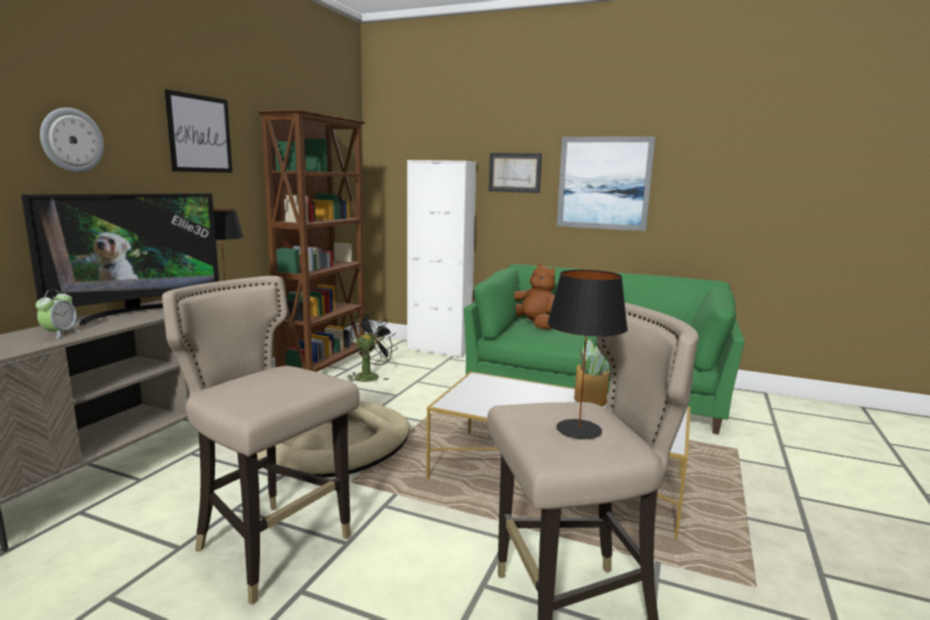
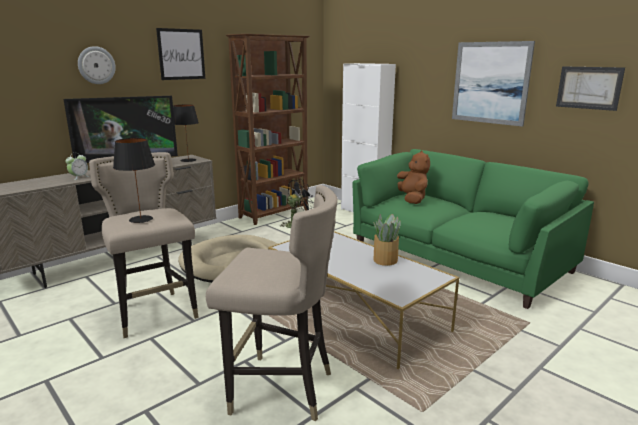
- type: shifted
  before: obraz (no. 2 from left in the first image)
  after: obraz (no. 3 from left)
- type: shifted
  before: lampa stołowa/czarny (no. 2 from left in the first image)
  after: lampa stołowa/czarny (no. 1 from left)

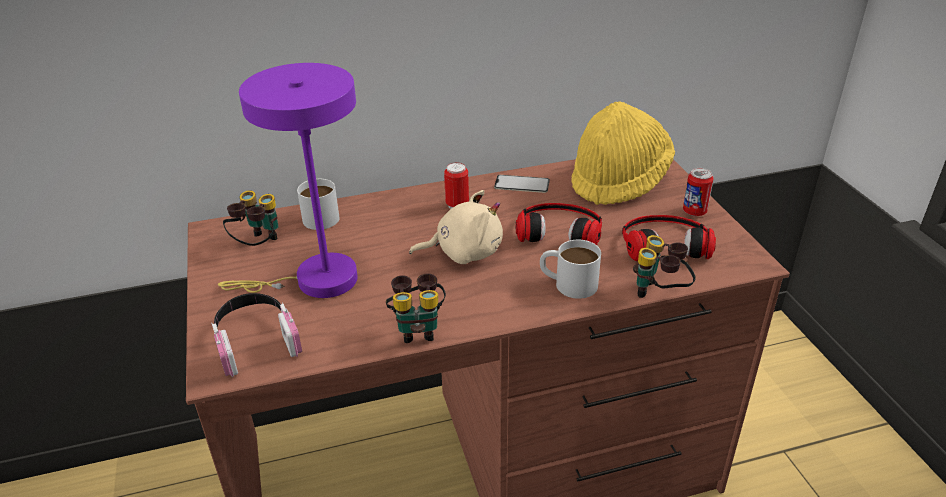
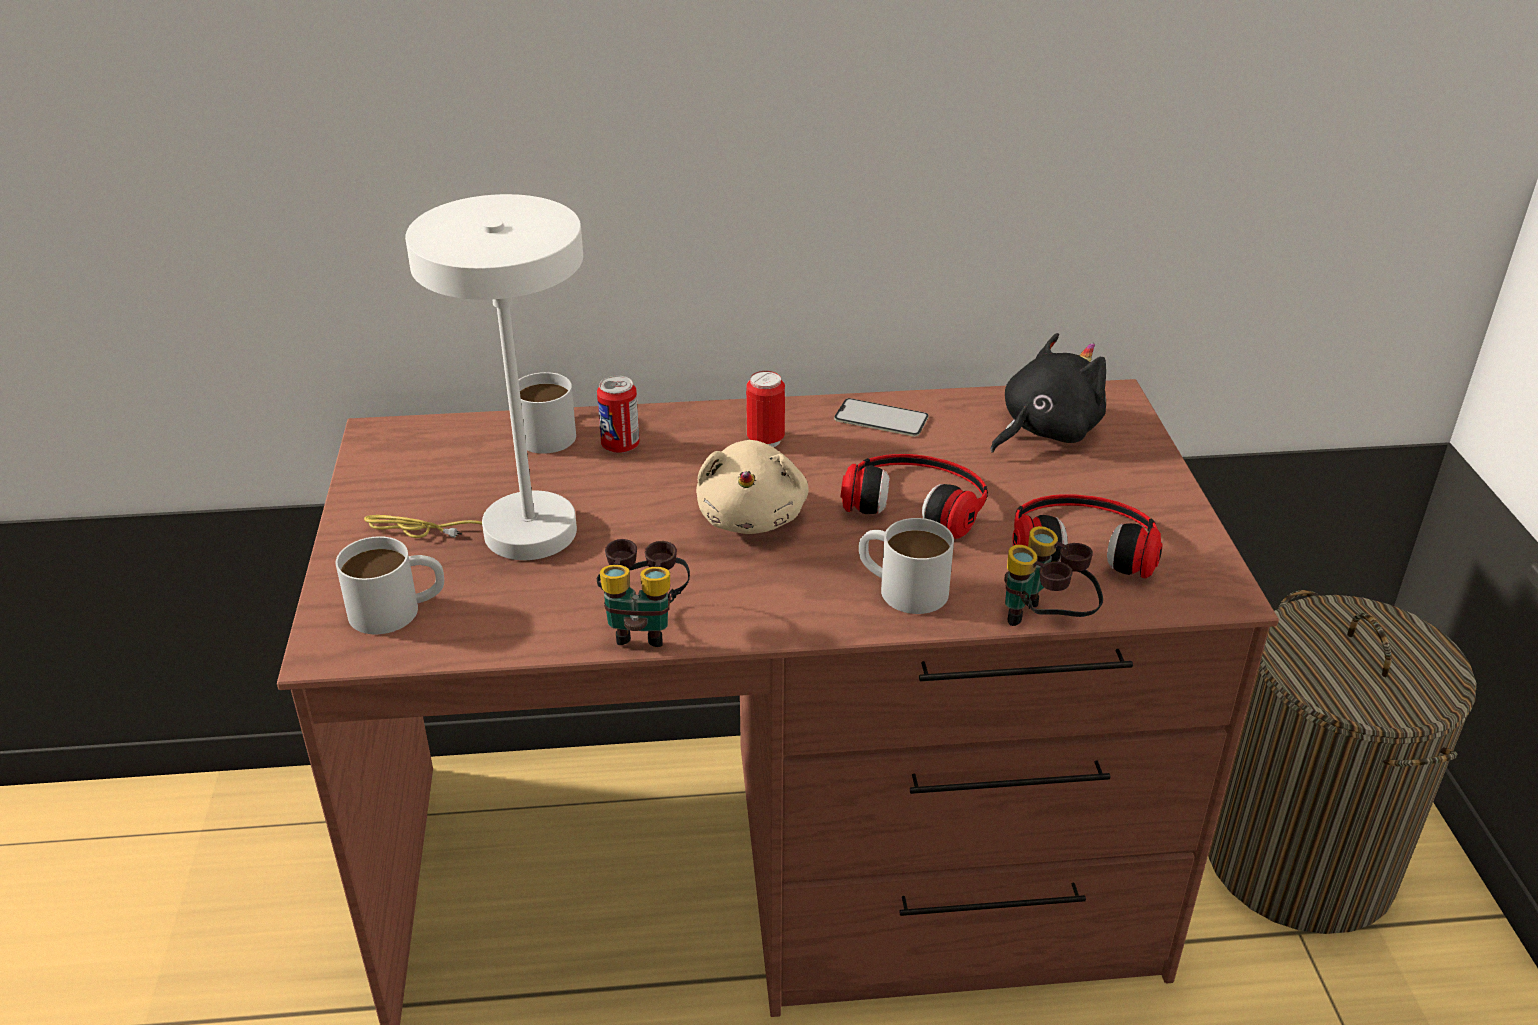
- type: swapped
  before: słuchawki (no. 1 from left)
  after: kubek/biały (no. 1 from left)
- type: repainted
  before: lampa stołowa/fioletowy
  after: lampa stołowa/biały
- type: gone
  before: lornetka (no. 1 from left)
- type: rotated
  before: pluszak/beżowy
  turn: 90
- type: swapped
  before: kapelusz/żółty
  after: pluszak/czarny
- type: shifted
  before: puszka (no. 2 from left in the first image)
  after: puszka (no. 1 from left)
- type: new
  after: kosz na pranie

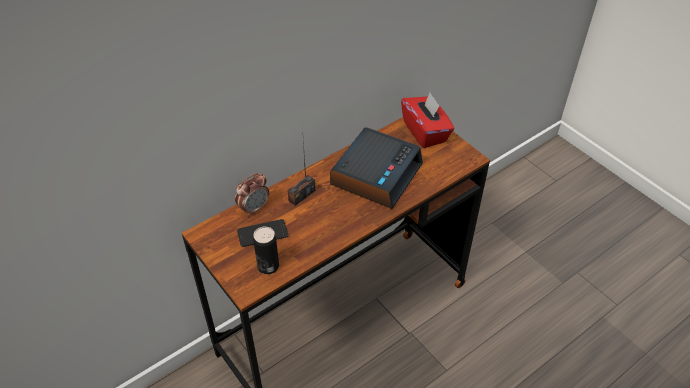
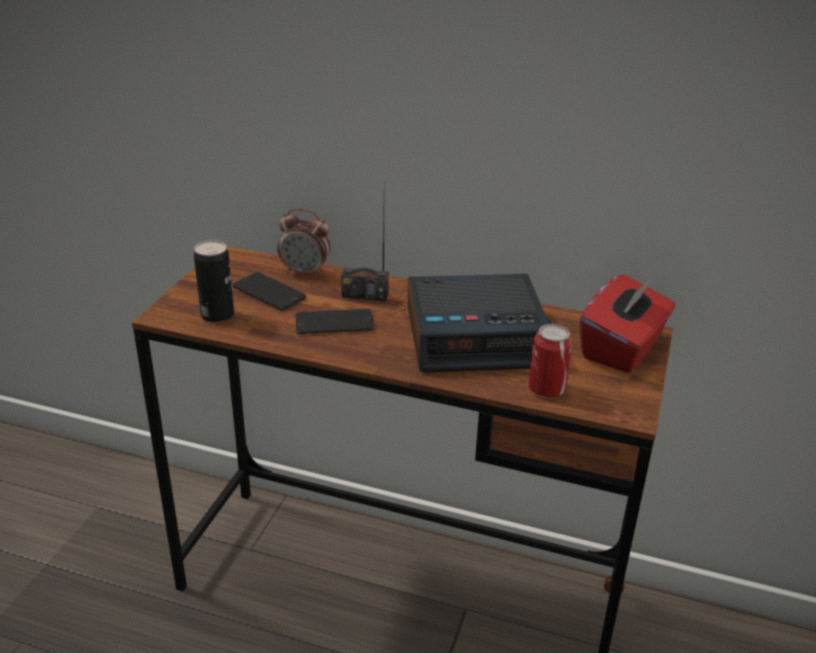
- type: new
  after: telefon (no. 2 from left)
- type: new
  after: puszka (no. 2 from left)

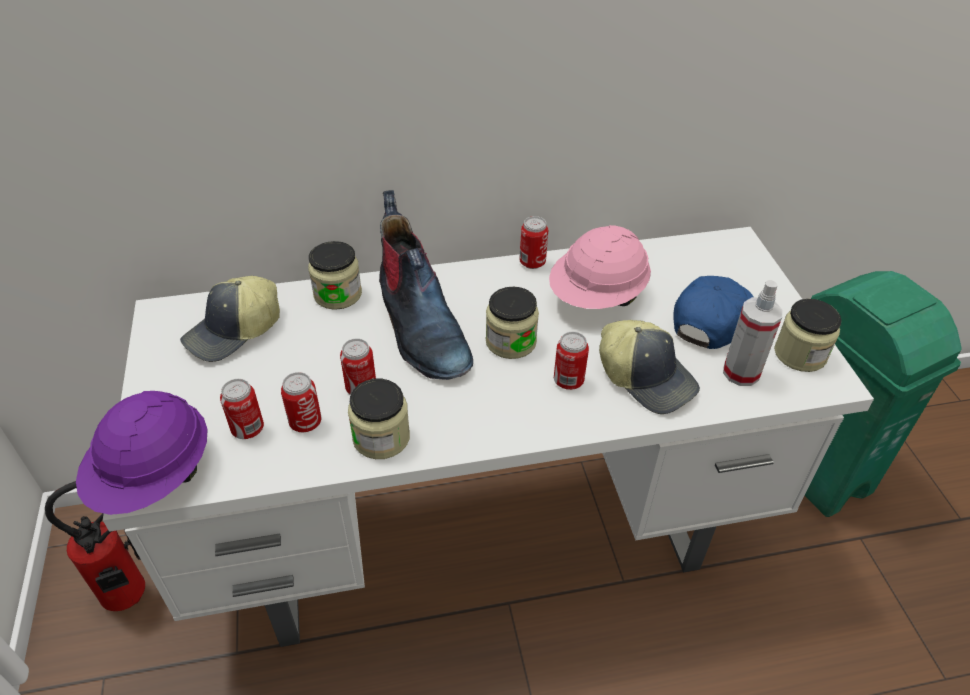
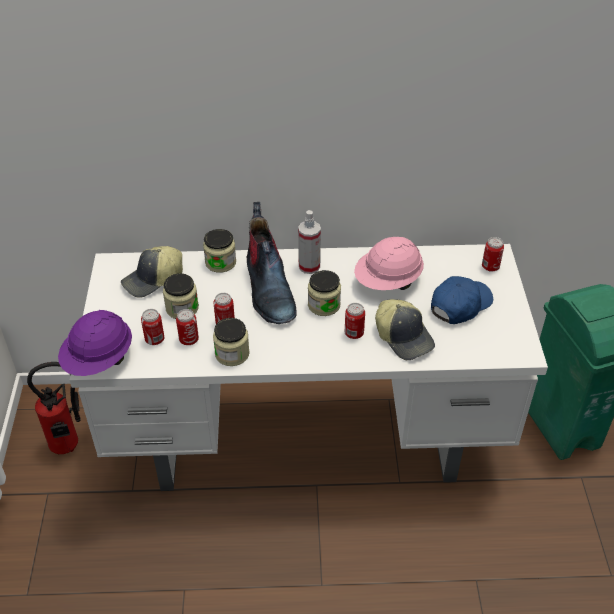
- type: shifted
  before: puszka (no. 4 from left in the first image)
  after: puszka (no. 5 from left)
- type: shifted
  before: spryskiwacz
- type: shifted
  before: słoik (no. 4 from left in the first image)
  after: słoik (no. 1 from left)

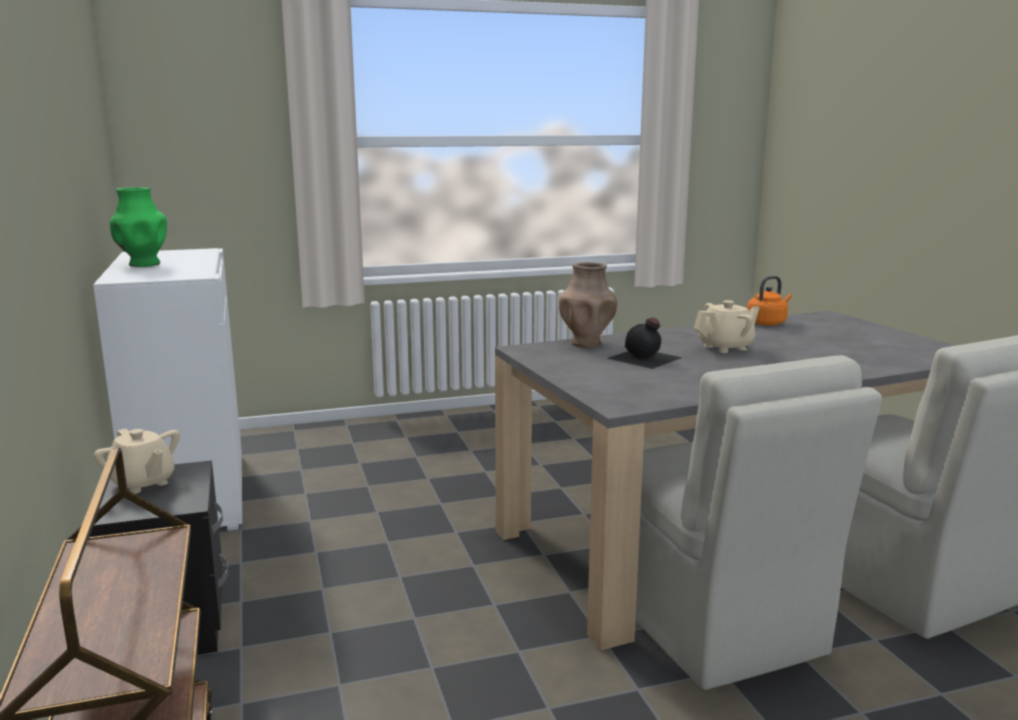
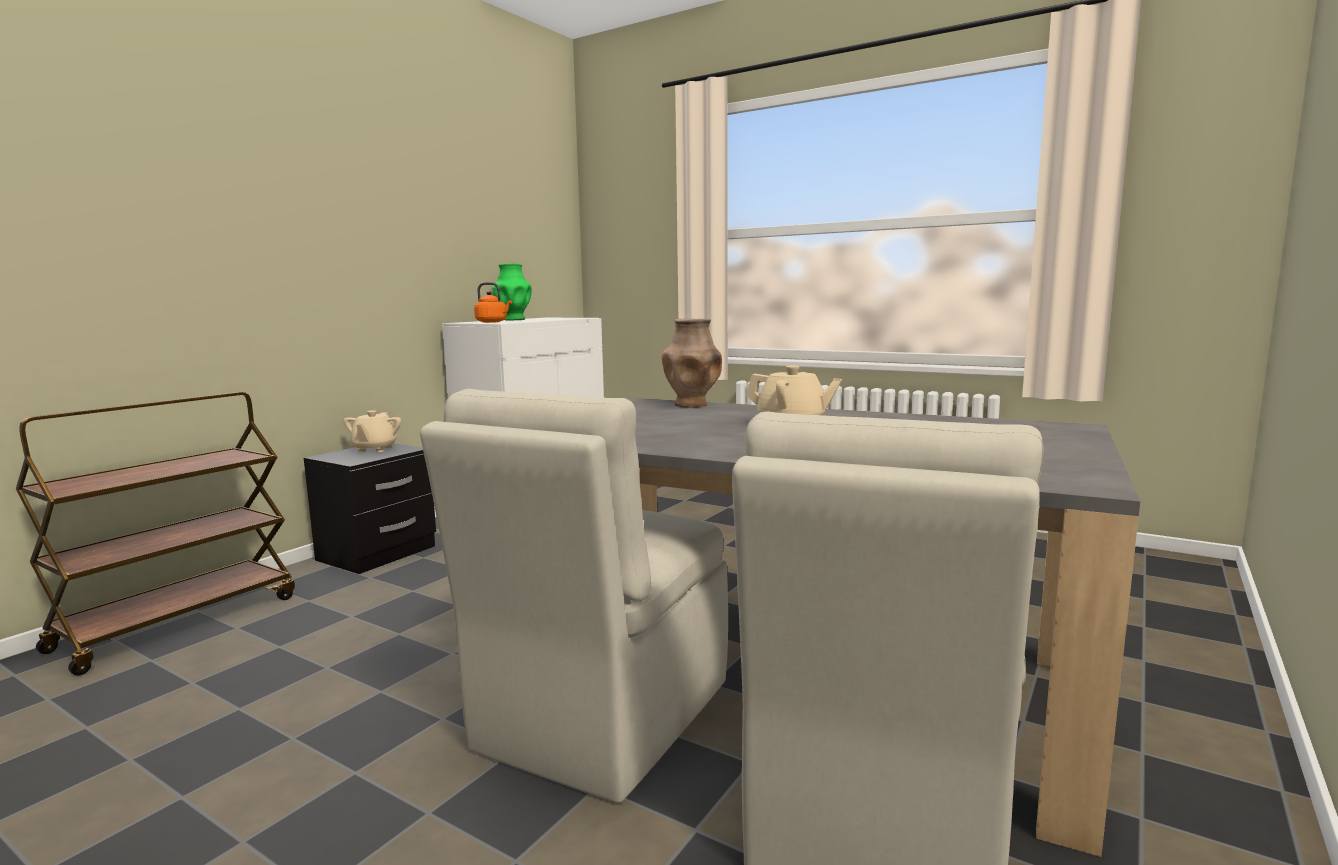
- type: gone
  before: butelka/czarny
- type: shifted
  before: czajnik/pomarańczowy

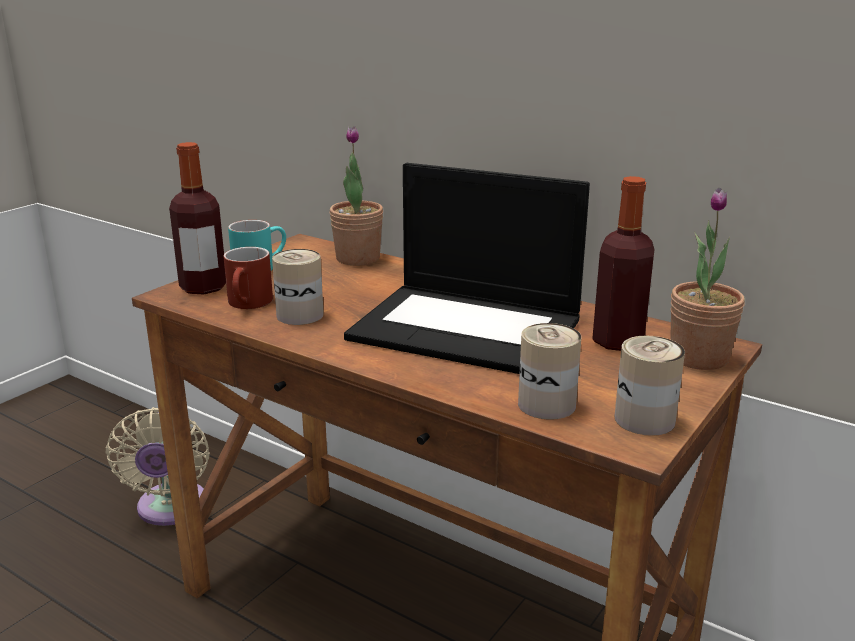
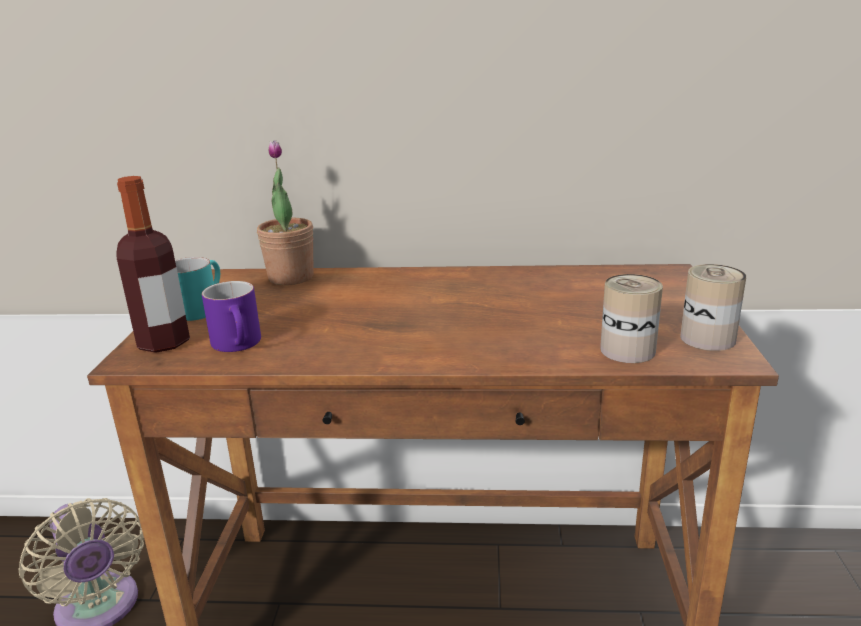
- type: repainted
  before: kubek/czerwony
  after: kubek/fioletowy
- type: gone
  before: puszka (no. 1 from left)
- type: gone
  before: laptop
- type: gone
  before: butelka (no. 2 from left)
- type: gone
  before: roślina doniczkowa (no. 2 from left)

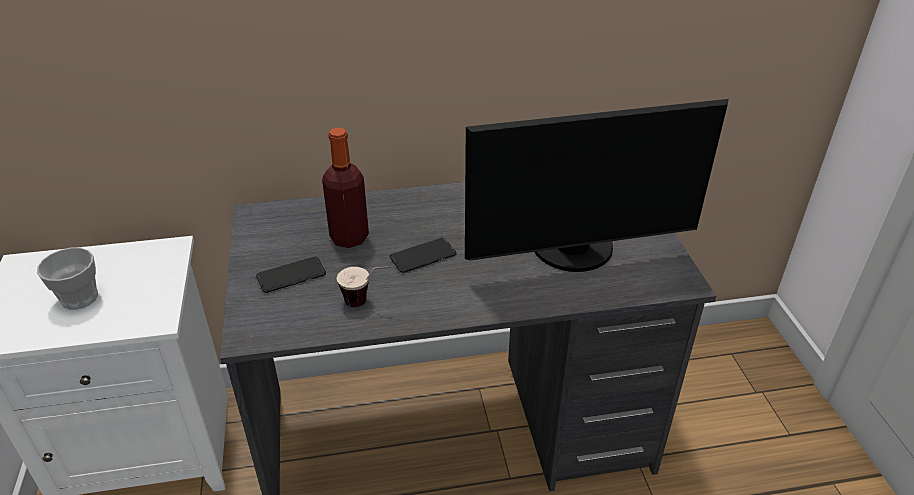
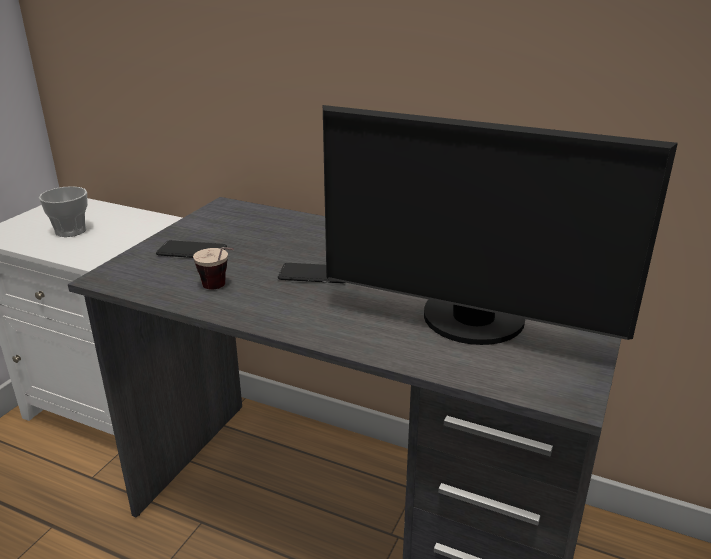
- type: gone
  before: butelka

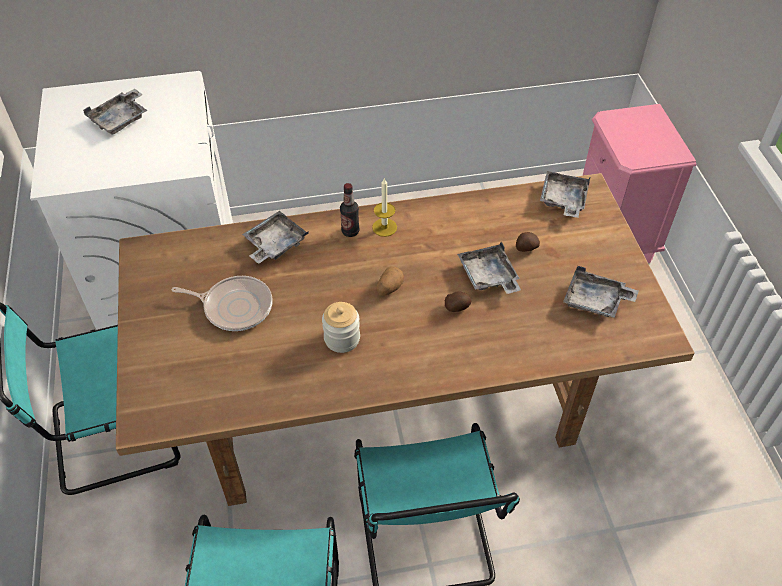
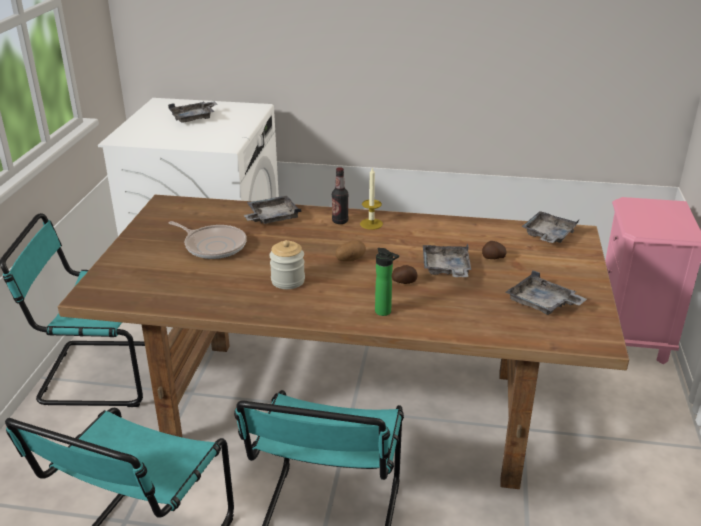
- type: new
  after: butelka (no. 2 from left)

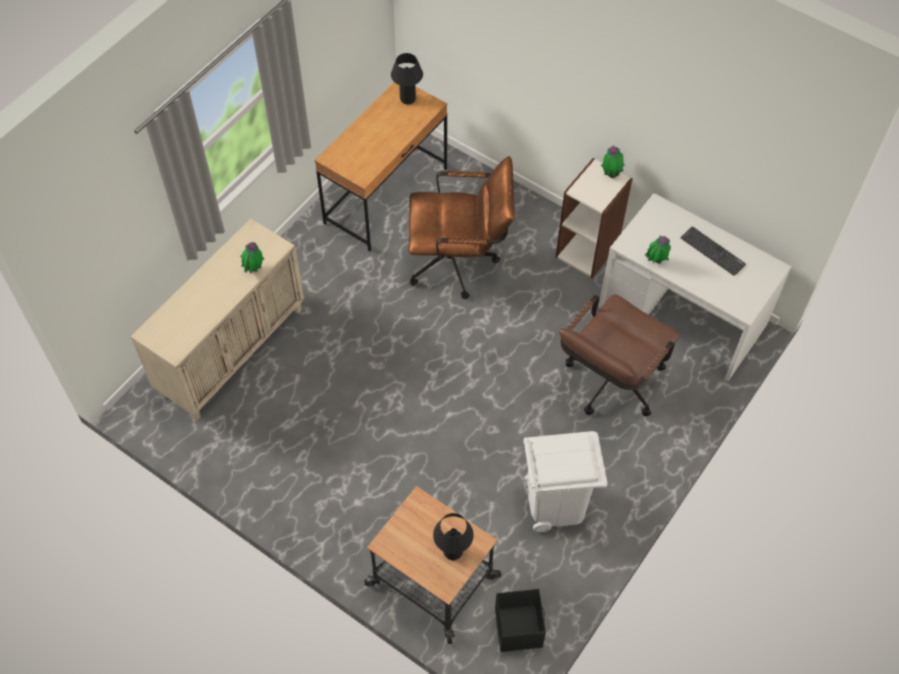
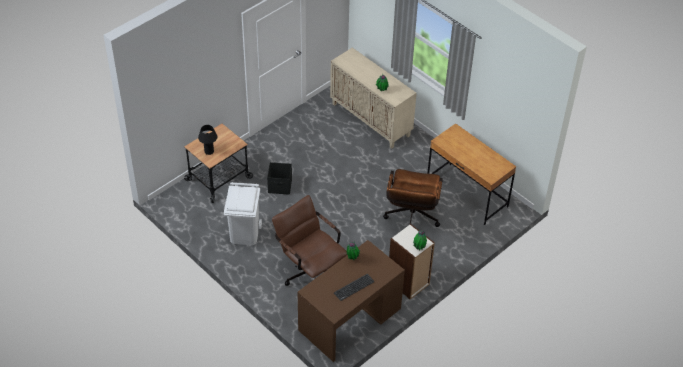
- type: gone
  before: lampa stołowa/czarny (no. 1 from left)
- type: shifted
  before: pojemnik do przechowywania/czarny
- type: repainted
  before: biurko/biały
  after: biurko/brązowy (no. 1 from left)

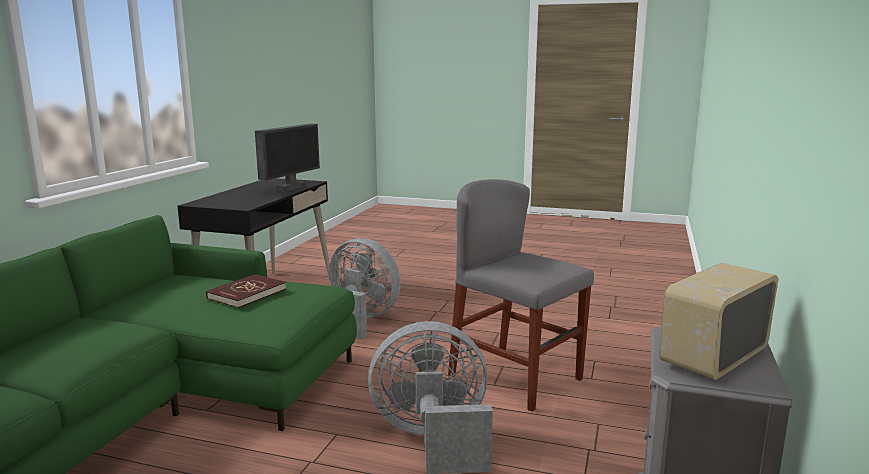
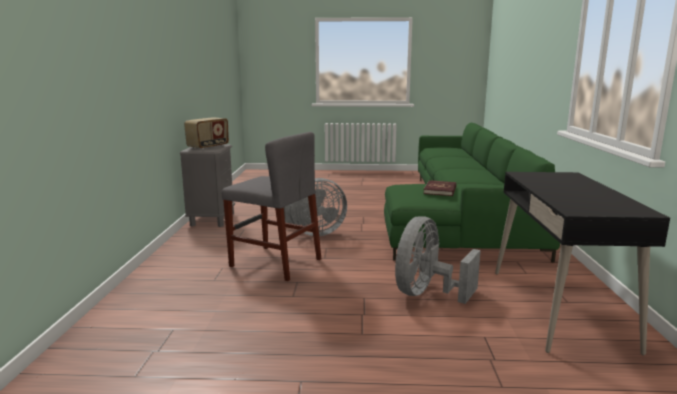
- type: gone
  before: monitor
- type: rotated
  before: wentylator/szary (no. 1 from left in the first image)
  turn: 105

